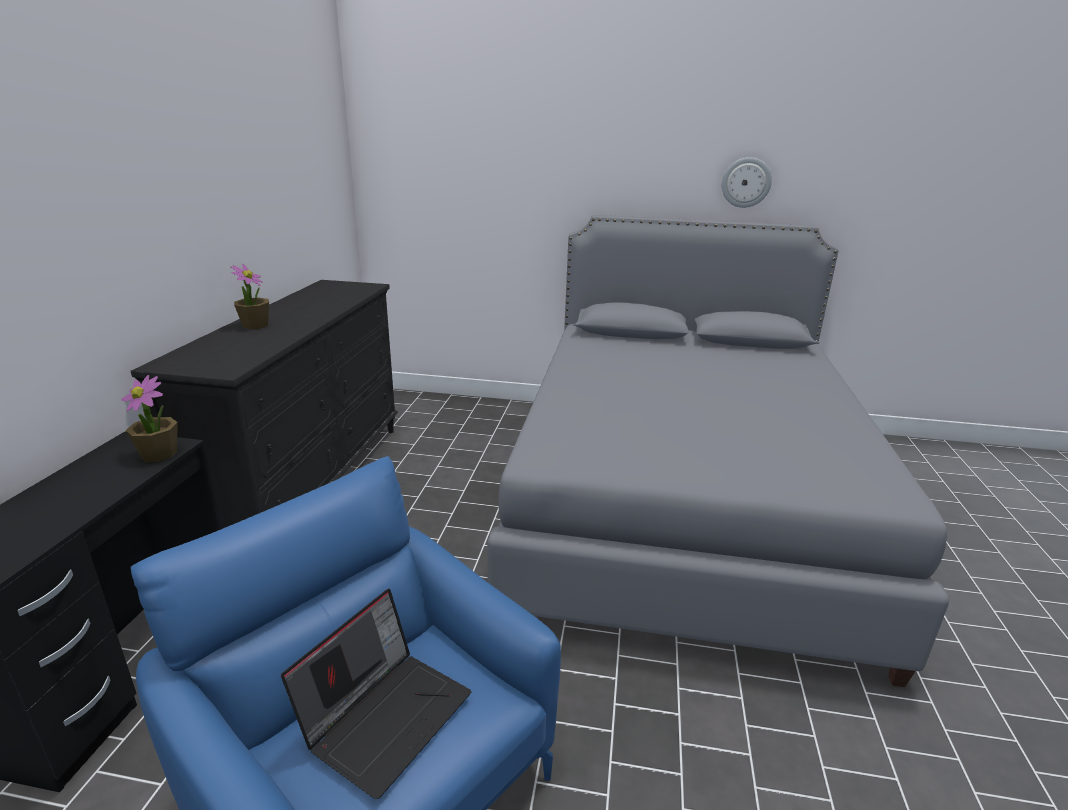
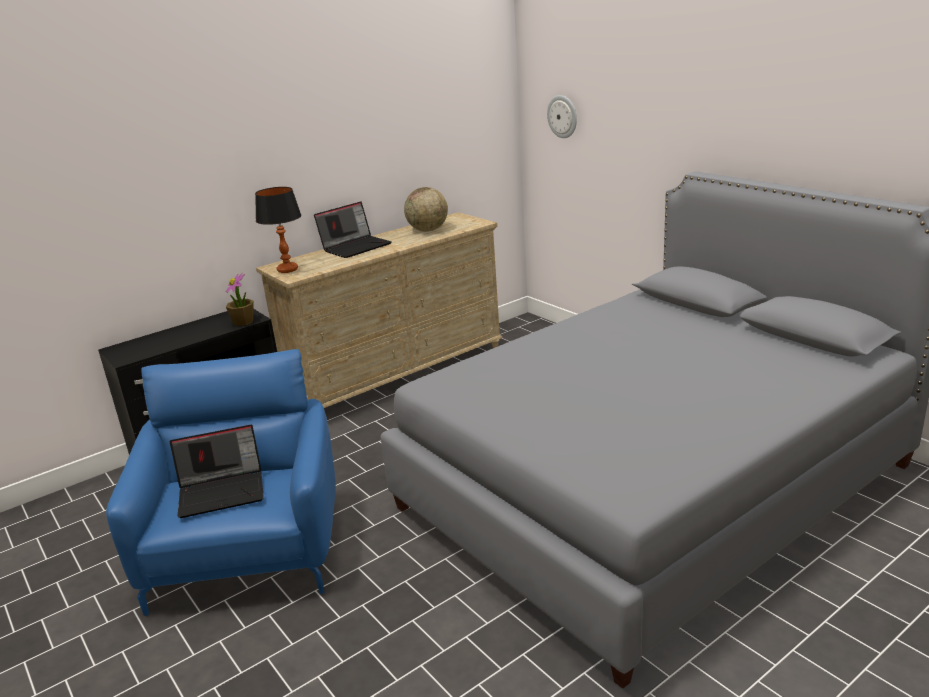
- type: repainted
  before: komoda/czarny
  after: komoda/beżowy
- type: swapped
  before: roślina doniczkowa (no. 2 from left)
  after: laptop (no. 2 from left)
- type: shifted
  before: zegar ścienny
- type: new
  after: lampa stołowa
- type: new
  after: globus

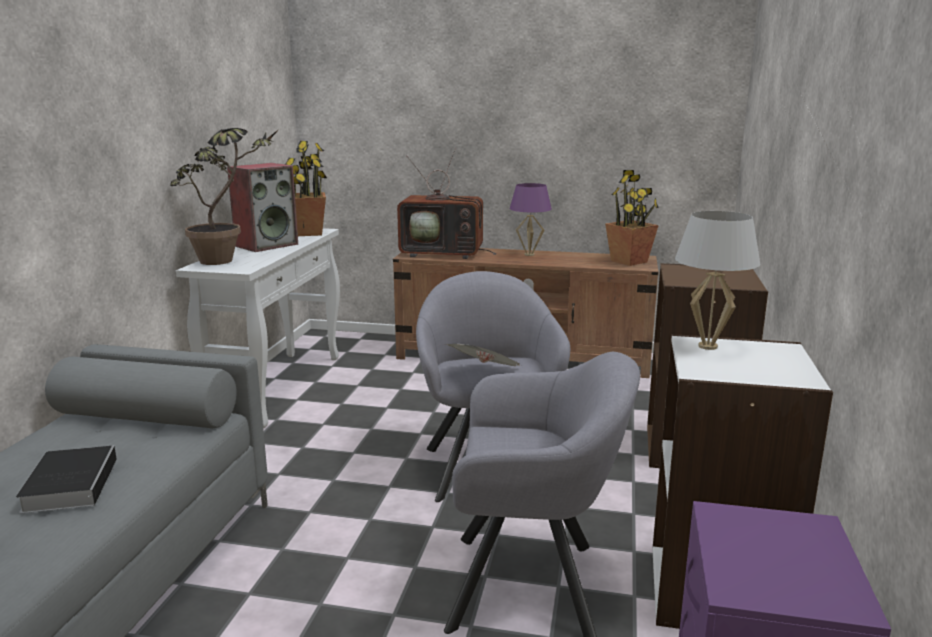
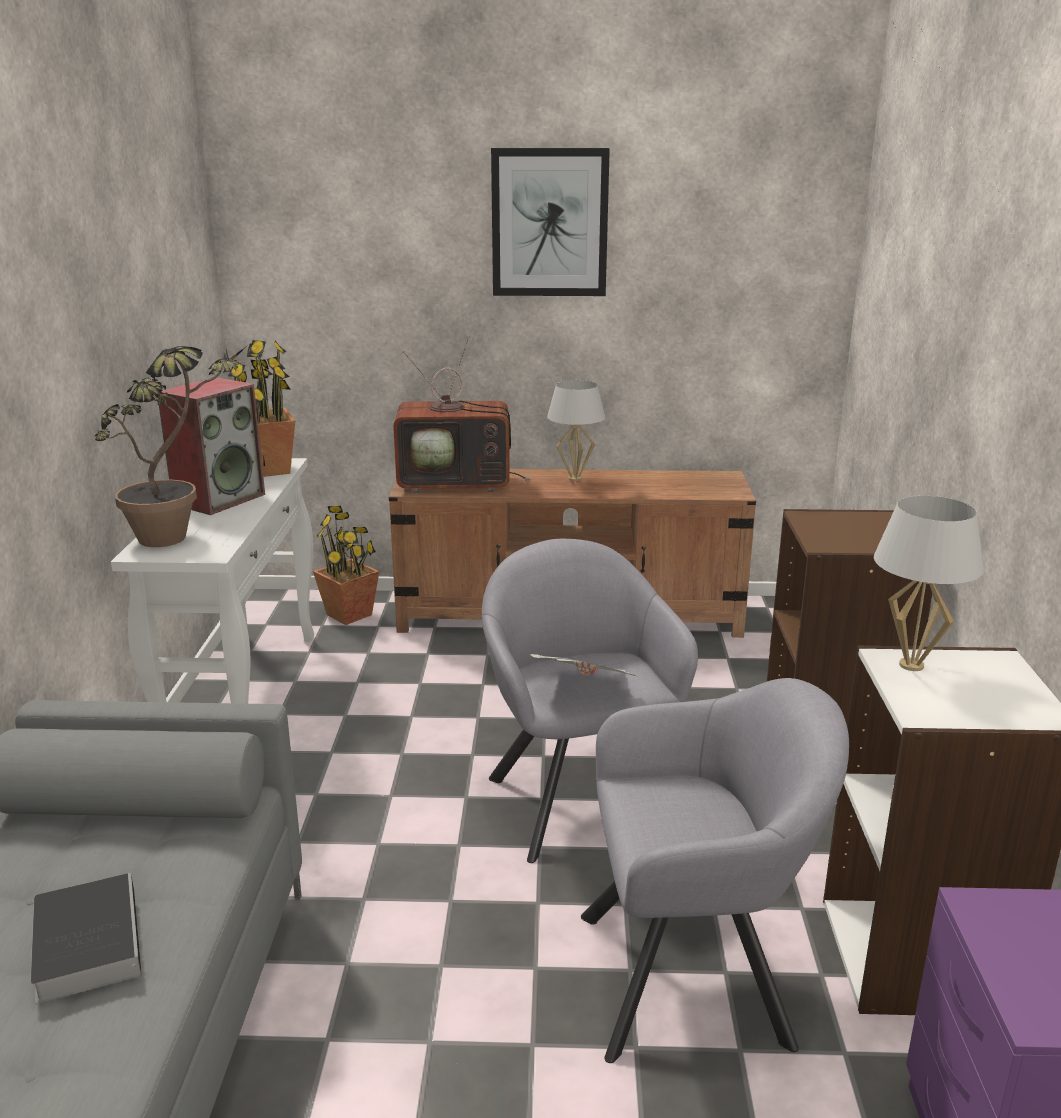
- type: repainted
  before: lampa stołowa/fioletowy
  after: lampa stołowa/biały (no. 1 from left)
- type: shifted
  before: roślina doniczkowa (no. 3 from left)
- type: new
  after: obraz

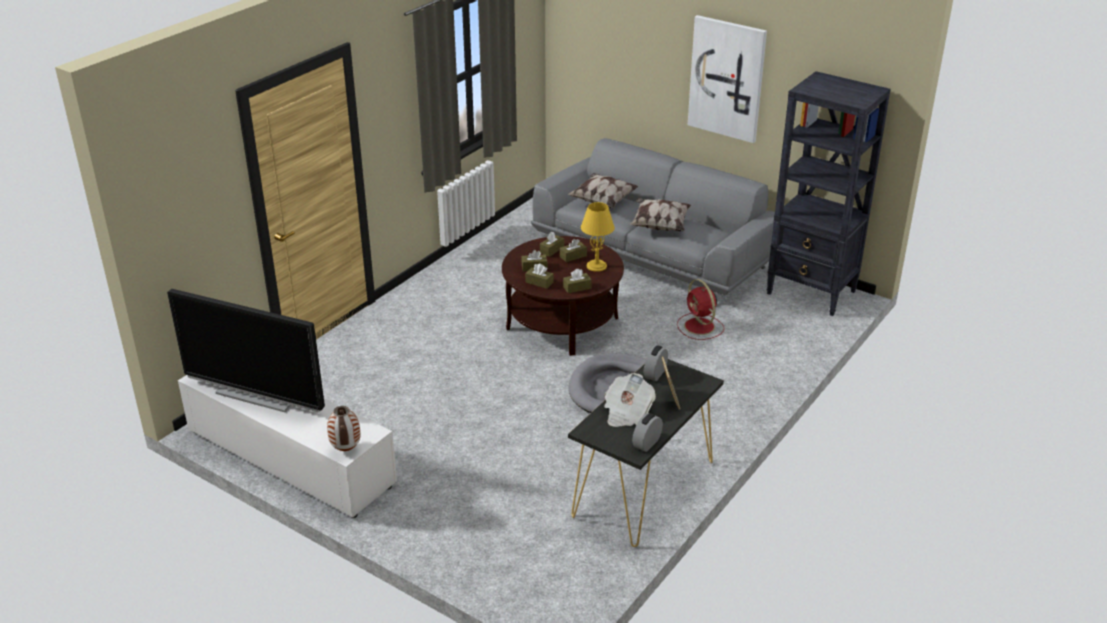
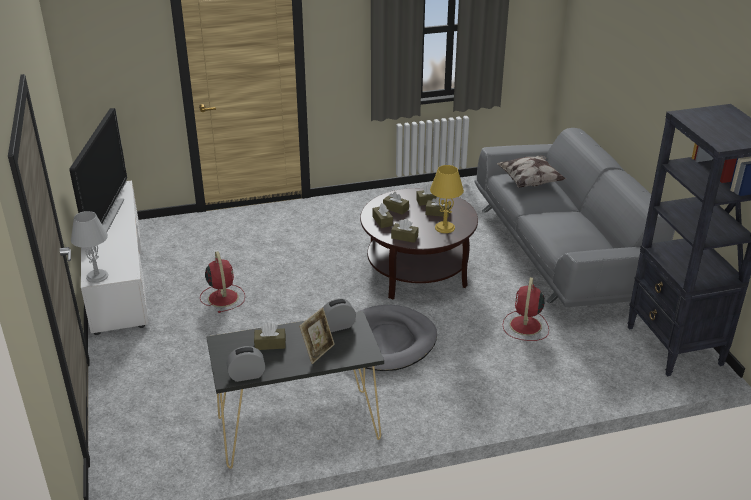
- type: rotated
  before: telewizor
  turn: -150
- type: swapped
  before: wazon
  after: lampa stołowa/szary
- type: swapped
  before: gazeta
  after: pudełko chusteczek/brązowy (no. 1 from left)
- type: gone
  before: poduszka (no. 2 from left)
- type: gone
  before: obraz
- type: new
  after: wentylator/czerwony (no. 1 from left)

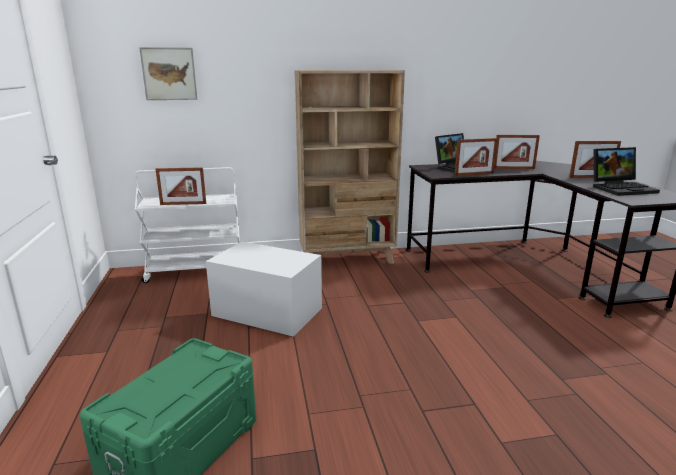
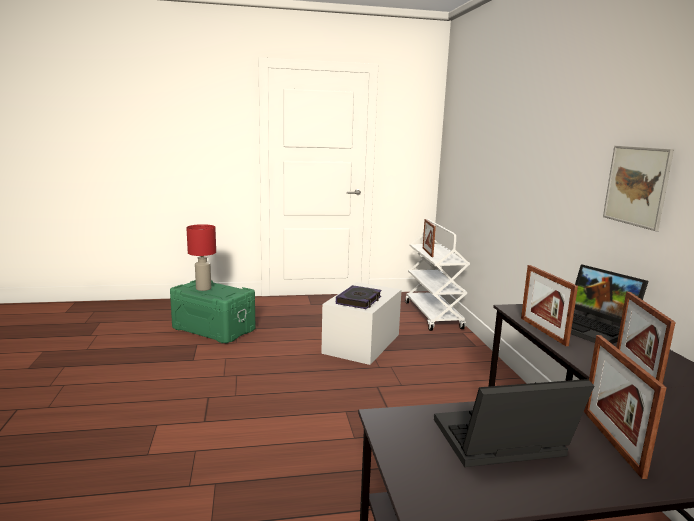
- type: shifted
  before: obraz
- type: gone
  before: regał/beżowy
- type: rotated
  before: laptop (no. 2 from left in the first image)
  turn: 90
- type: new
  after: lampa stołowa/czerwony
- type: new
  after: książka

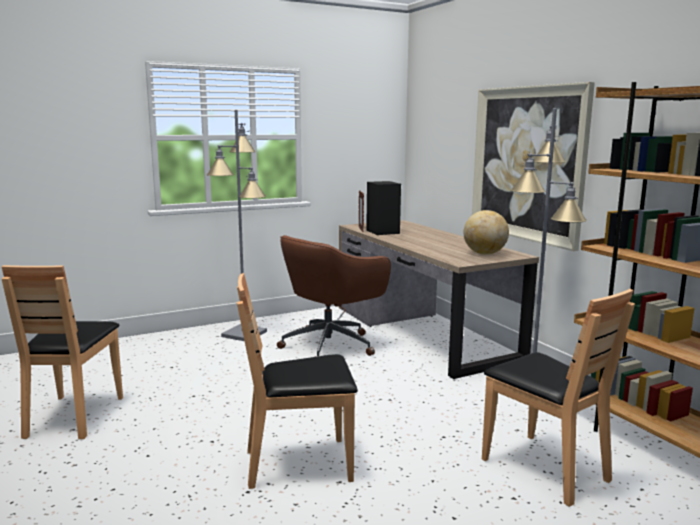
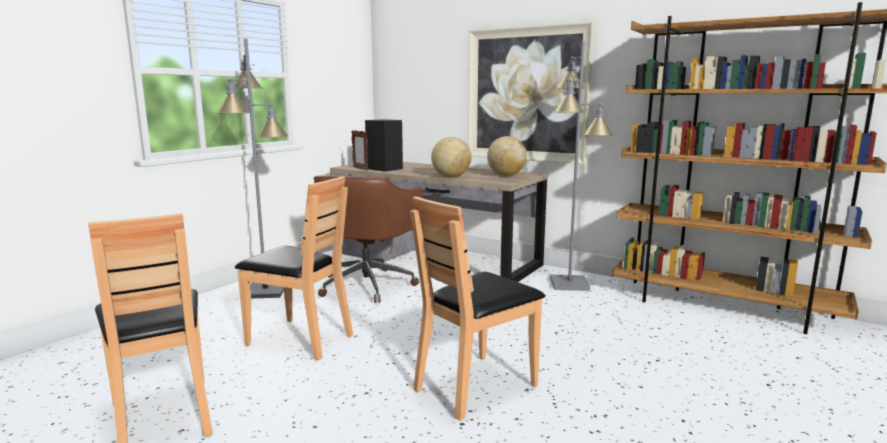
- type: shifted
  before: krzesło/brązowy (no. 3 from left in the first image)
  after: krzesło/brązowy (no. 2 from left)
- type: new
  after: globus (no. 1 from left)

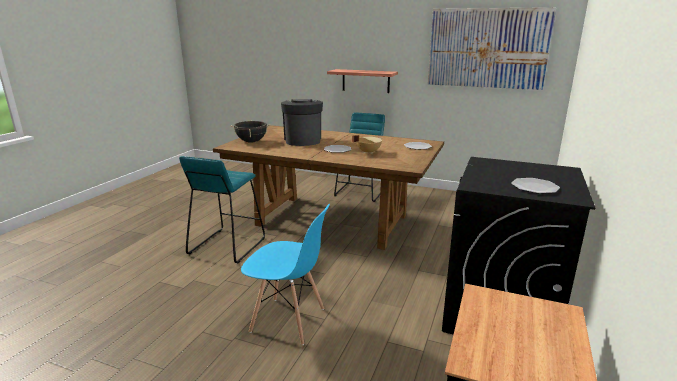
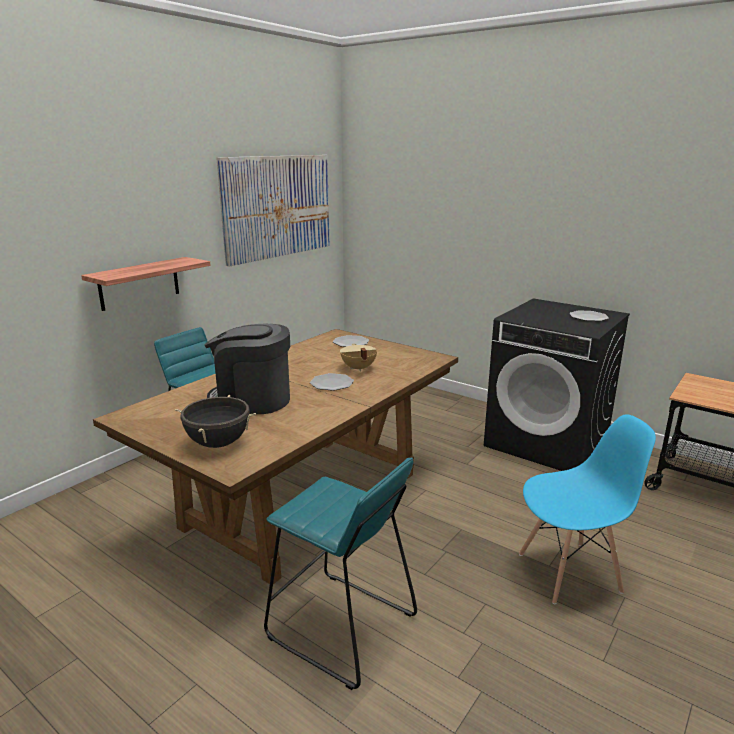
- type: rotated
  before: krzesło/niebieski
  turn: 45

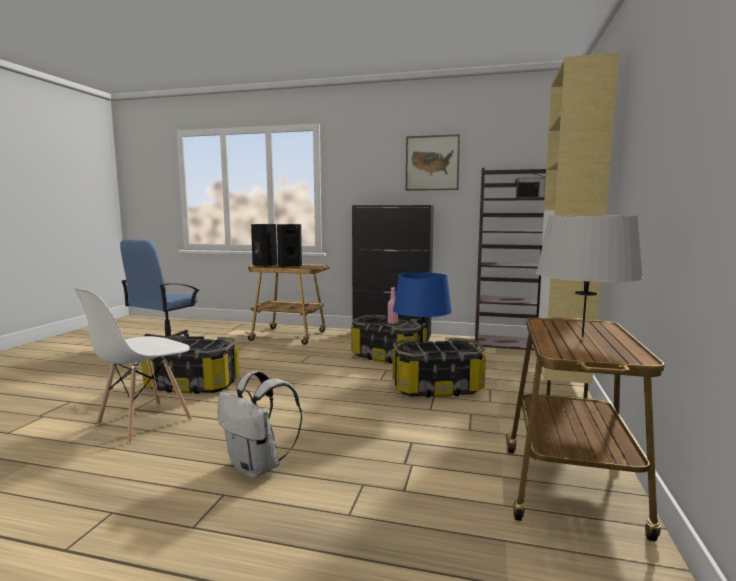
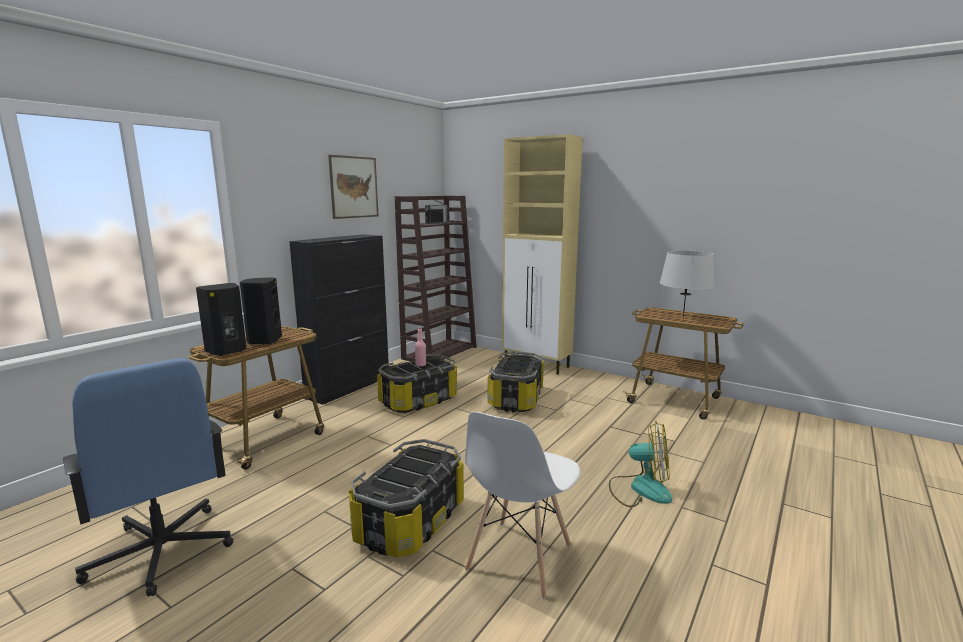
- type: rotated
  before: krzesło/biały
  turn: 60
- type: swapped
  before: plecak/biały
  after: wentylator
- type: gone
  before: lampa stołowa/niebieski

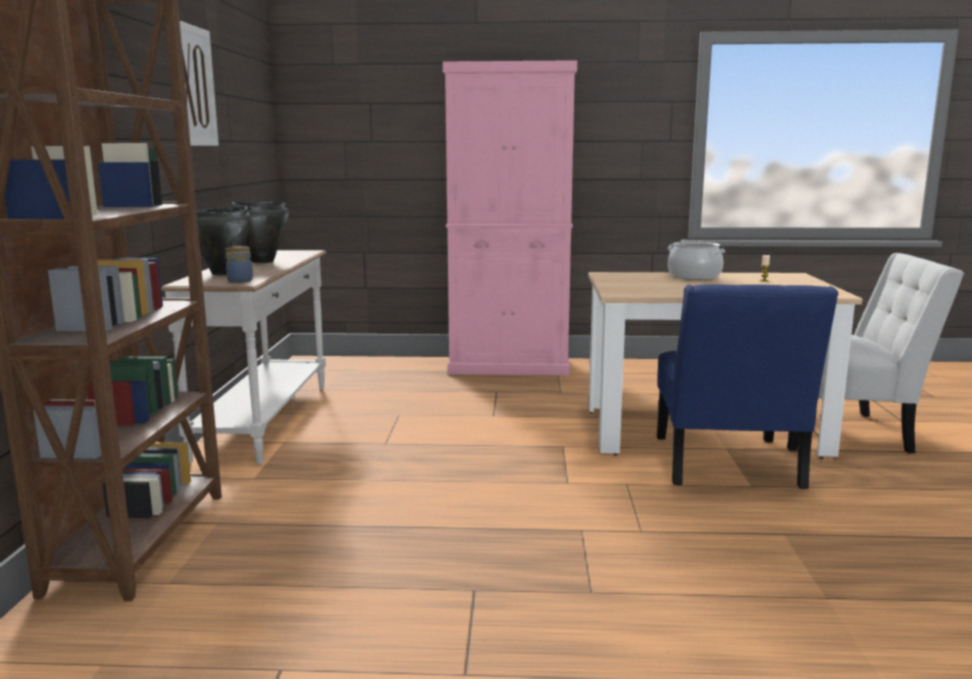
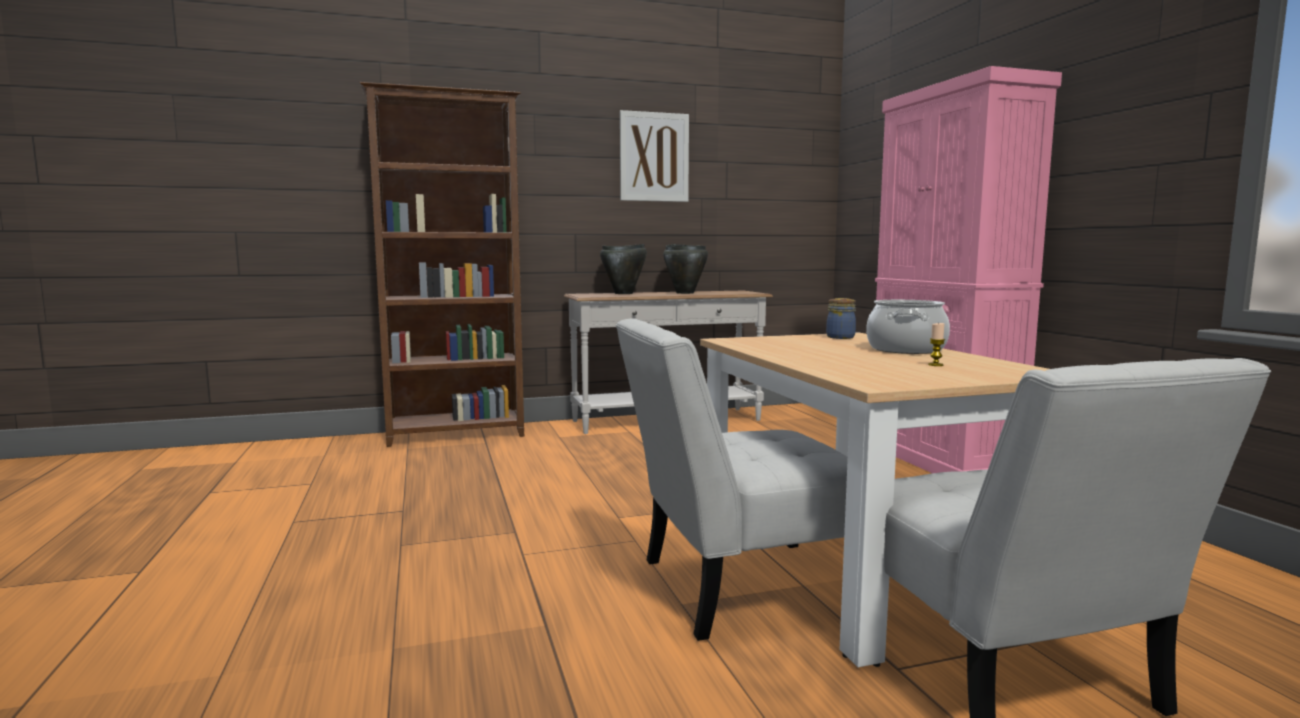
- type: shifted
  before: słoik
- type: repainted
  before: krzesło/niebieski
  after: krzesło/biały (no. 1 from left)

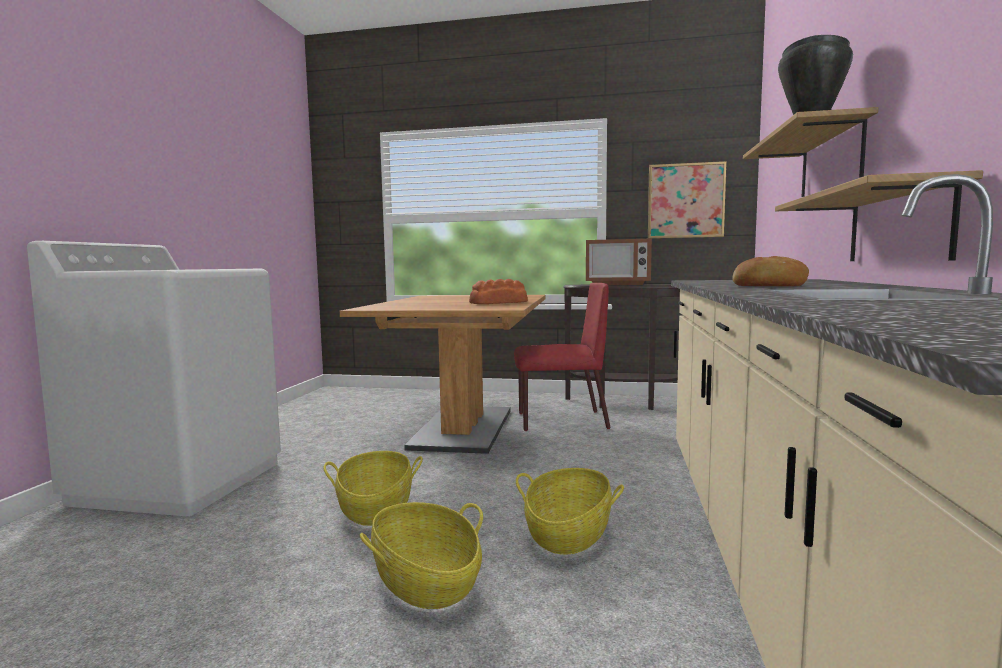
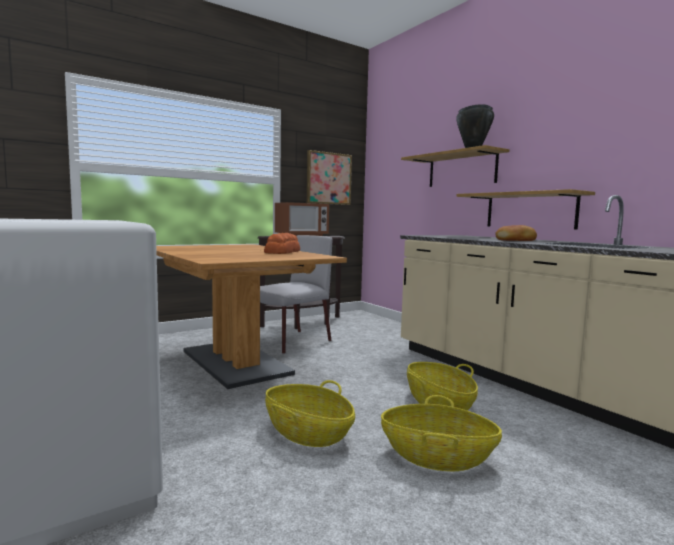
- type: repainted
  before: krzesło/czerwony
  after: krzesło/szary

